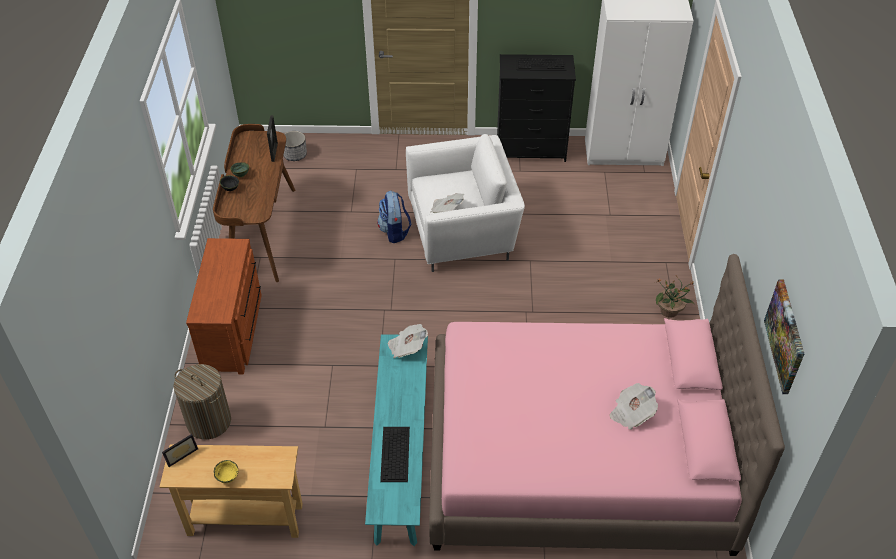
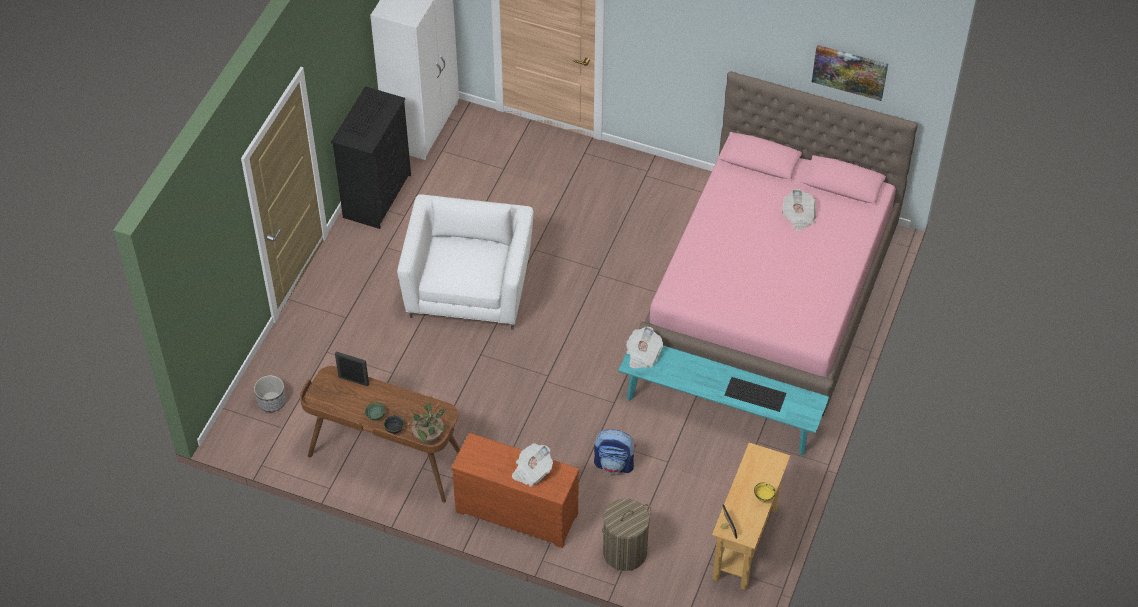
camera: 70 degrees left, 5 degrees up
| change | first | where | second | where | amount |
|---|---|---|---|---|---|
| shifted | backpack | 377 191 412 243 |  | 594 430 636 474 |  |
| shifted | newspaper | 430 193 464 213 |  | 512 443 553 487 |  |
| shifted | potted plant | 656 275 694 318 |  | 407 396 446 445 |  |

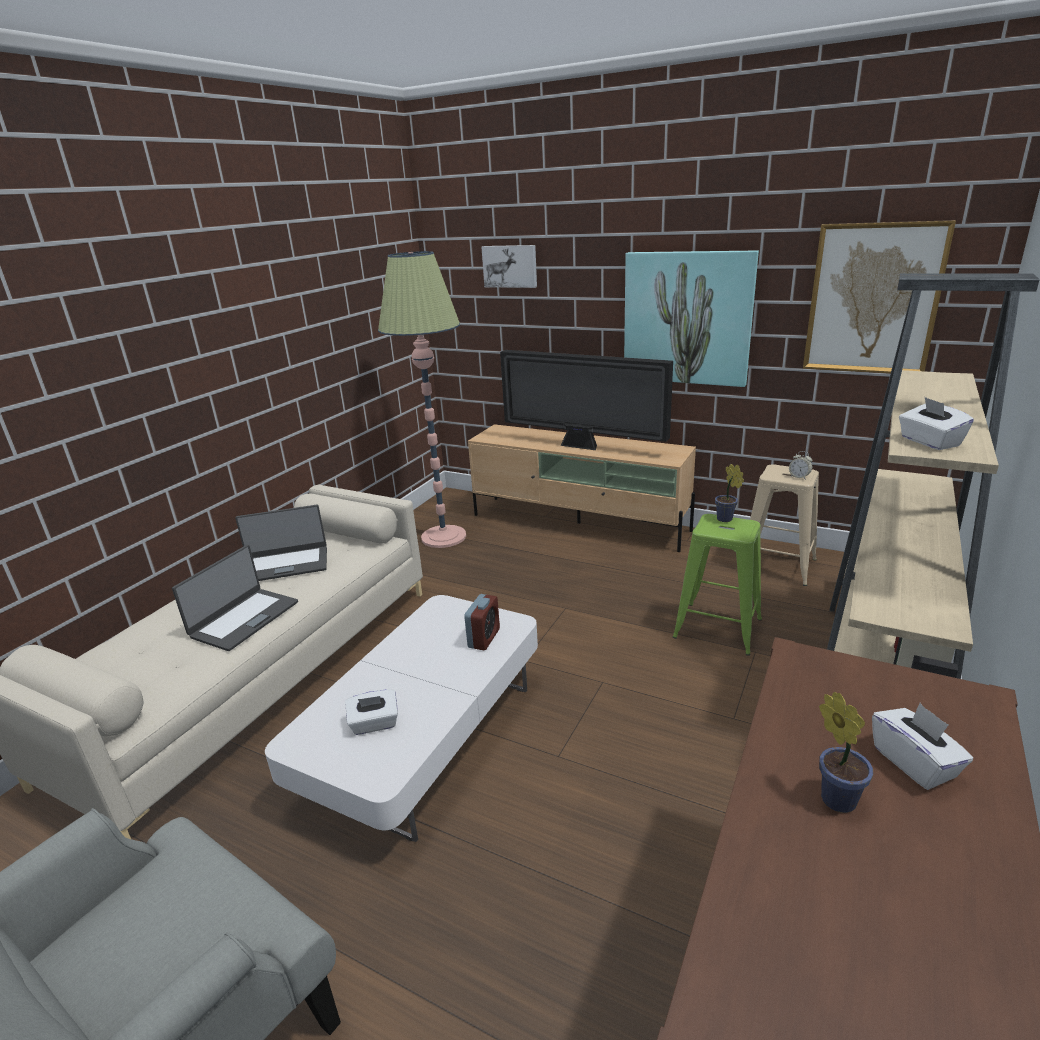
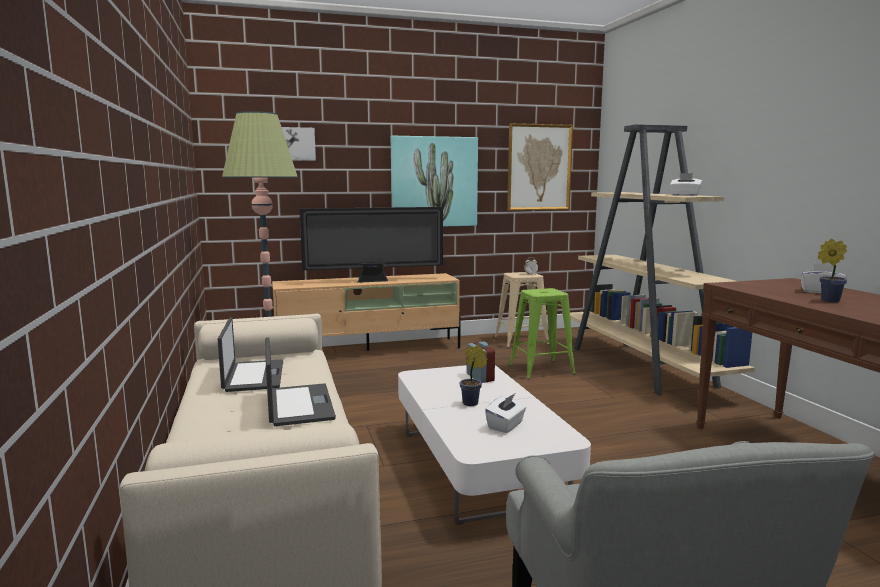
camera: 45 degrees left, 15 degrees down
| change | first | where | second | where | amount |
|---|---|---|---|---|---|
| shifted | potted plant | 715 464 744 522 |  | 460 345 488 406 |  |
| rotated | laptop | 235 505 327 581 |  | 218 317 283 392 | 45 degrees counterclockwise |

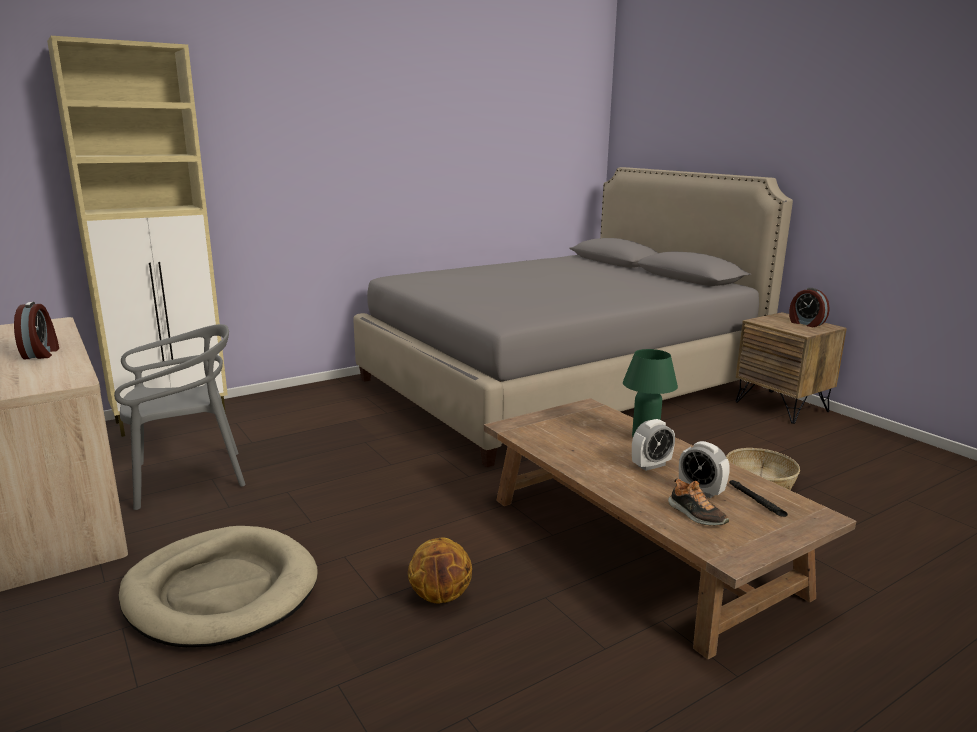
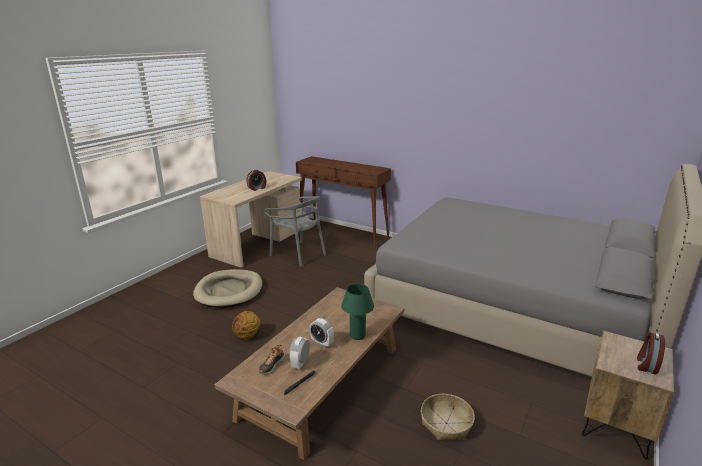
camera: 65 degrees right, 5 degrees up
| change | first | where | second | where | amount |
|---|---|---|---|---|---|
| swapped | beige cabinet | 47 36 228 437 | brown console table | 296 156 391 247 |  |

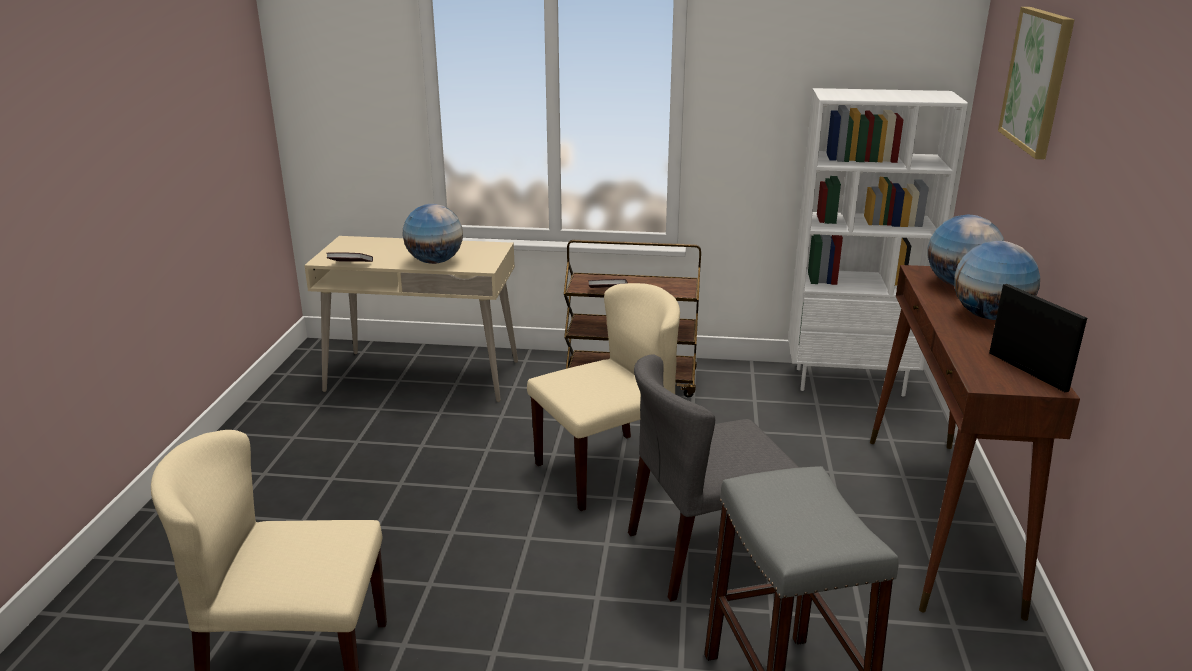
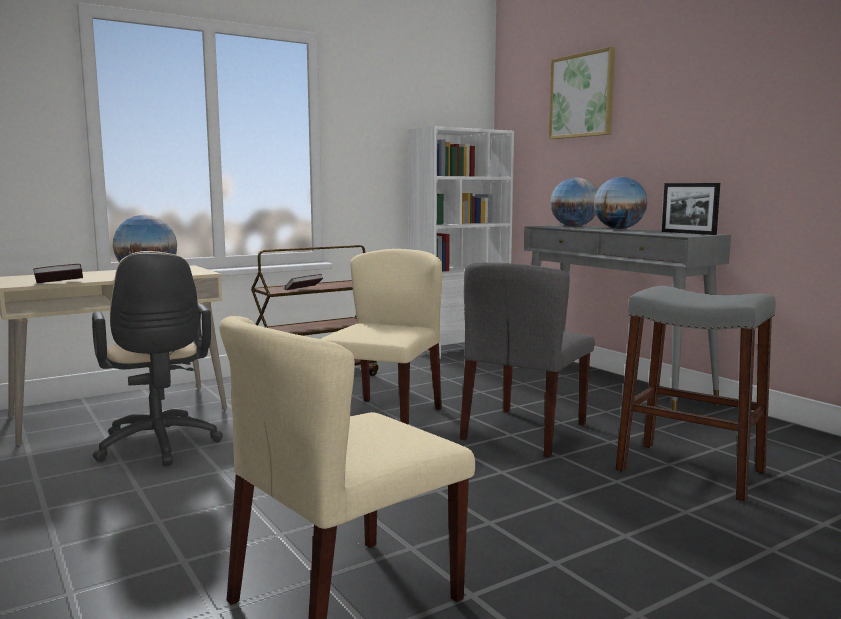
camera: 40 degrees left, 15 degrees down
| change | first | where | second | where | amount |
|---|---|---|---|---|---|
| repainted | brown console table | 870 265 1080 621 | grey console table | 519 225 731 411 |  |
| rotated | picture frame | 989 284 1087 392 |  | 662 183 720 235 | 150 degrees counterclockwise |
| new |  |  | beige office chair | 92 251 223 466 |  |

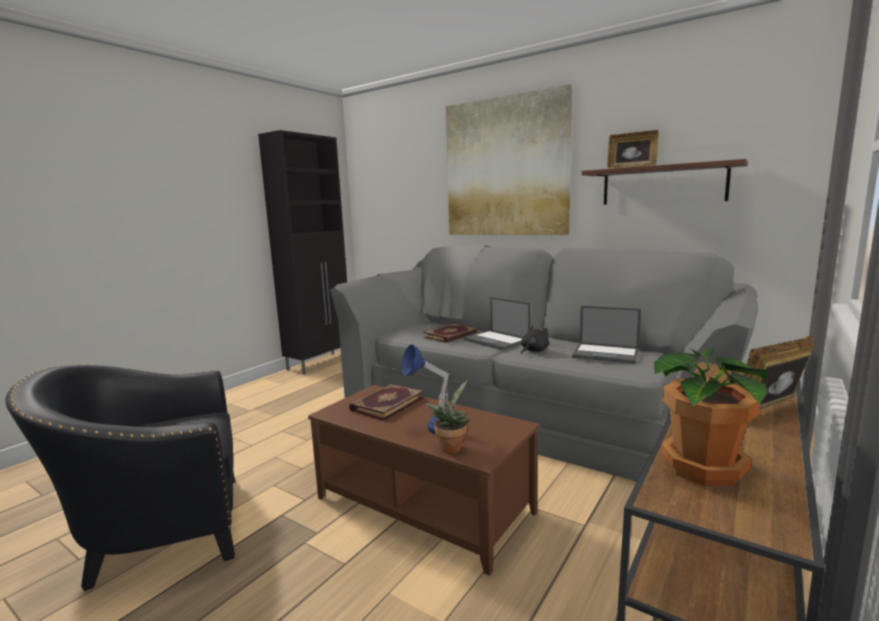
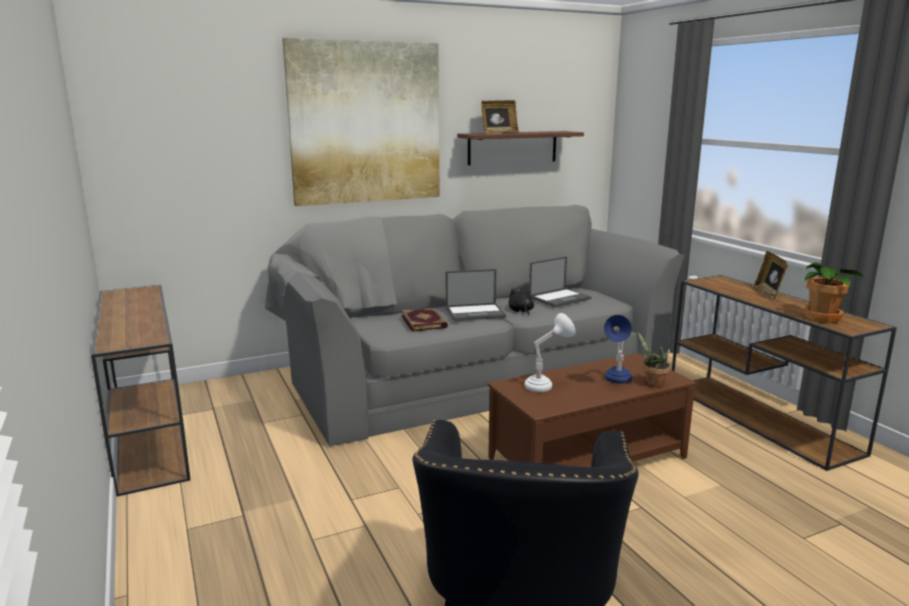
camera: 60 degrees left, 5 degrees up
| change | first | where | second | where | amount |
|---|---|---|---|---|---|
| swapped | black cabinet | 258 130 347 375 | brown console table | 91 285 191 496 |  |
| swapped | book | 349 384 424 421 | white table lamp | 525 313 576 392 |  |

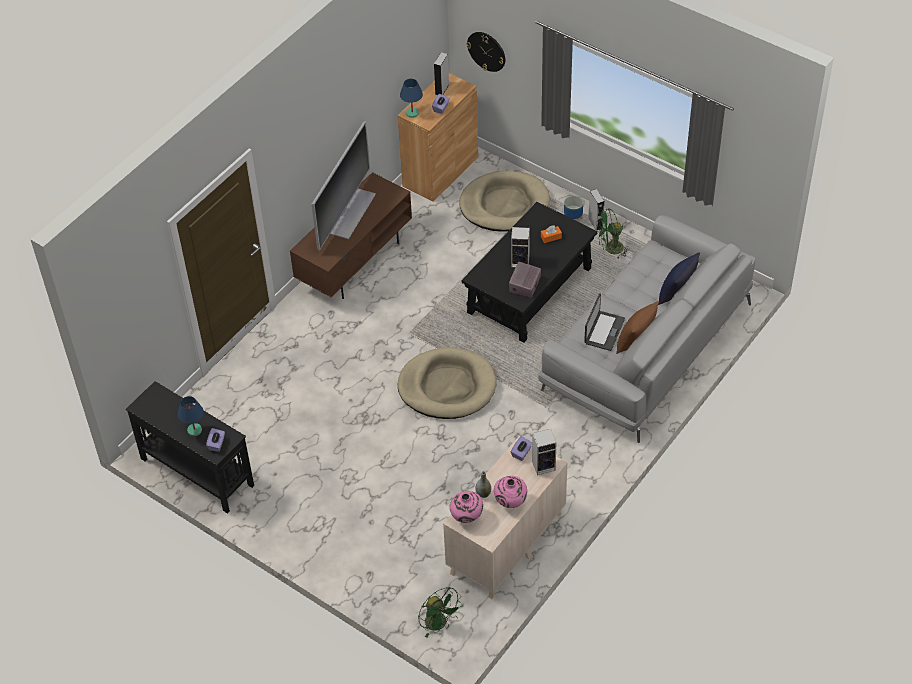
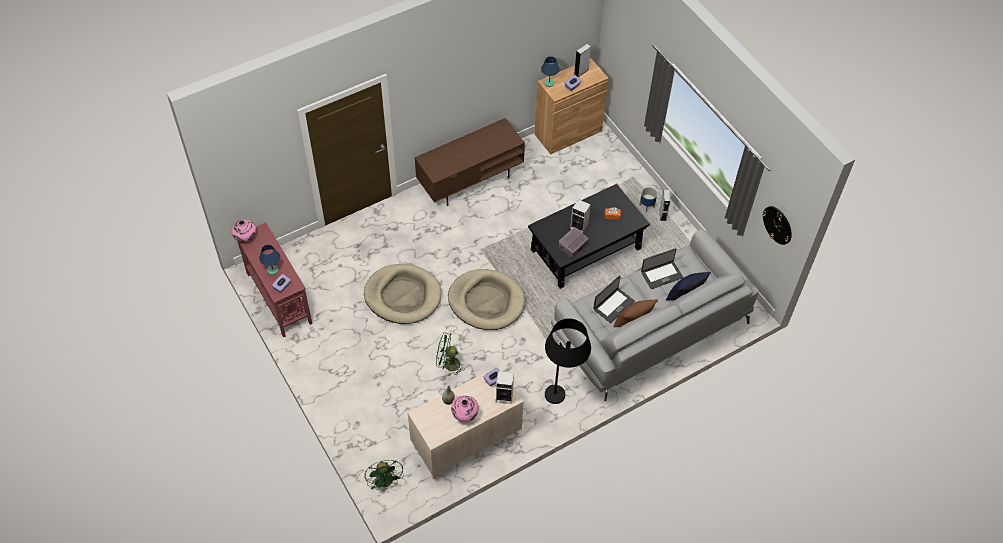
camera: 20 degrees right, 5 degrees up
| change | first | where | second | where | amount |
|---|---|---|---|---|---|
| shifted | wall clock | 466 32 505 72 |  | 762 206 792 245 |  |
| gone | television | 312 121 376 251 |  |  |  |
| shifted | beige dog bed | 459 170 550 232 |  | 364 264 441 324 |  |
| shifted | green fan | 595 209 628 258 |  | 436 332 465 376 |  |
| repainted | black console table | 126 381 254 514 | red console table | 237 222 312 337 |  |
| shifted | pink vase | 450 491 483 523 |  | 231 219 256 242 |  |
| new |  |  | laptop | 641 248 683 289 |  |
| new |  |  | black floor lamp | 545 319 591 404 |  |

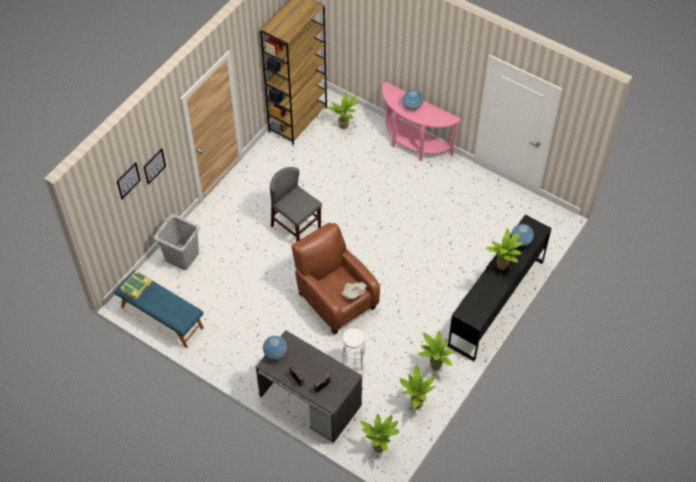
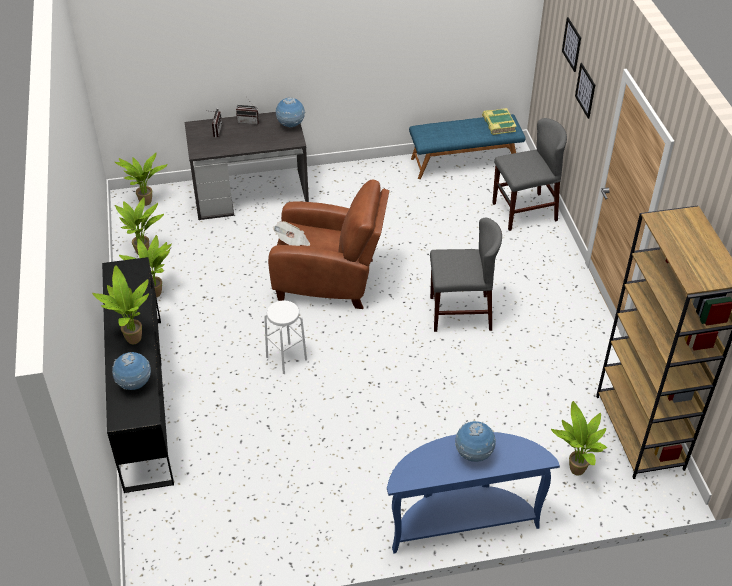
camera: 135 degrees right, 10 degrees down
| change | first | where | second | where | amount |
|---|---|---|---|---|---|
| repainted | pink console table | 382 82 461 161 | blue console table | 387 432 560 554 |  |
| swapped | grey laundry basket | 154 214 200 270 | grey chair | 492 118 567 231 |  |
| shifted | white stool | 342 328 365 371 |  | 264 301 307 374 |  |

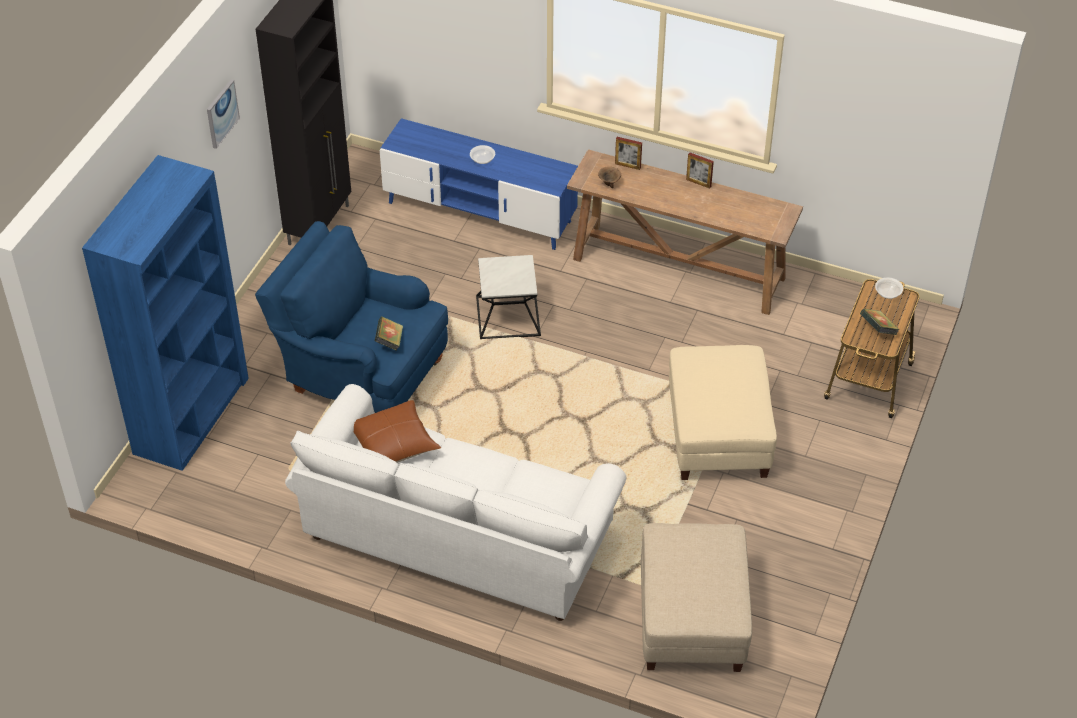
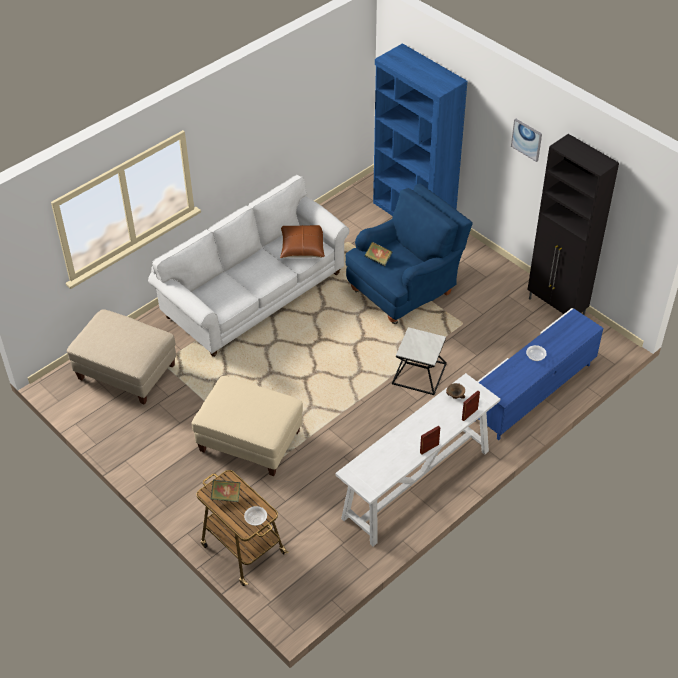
camera: 115 degrees right, 0 degrees up
| change | first | where | second | where | amount |
|---|---|---|---|---|---|
| repainted | brown console table | 567 149 803 315 | white console table | 335 373 500 546 |  |

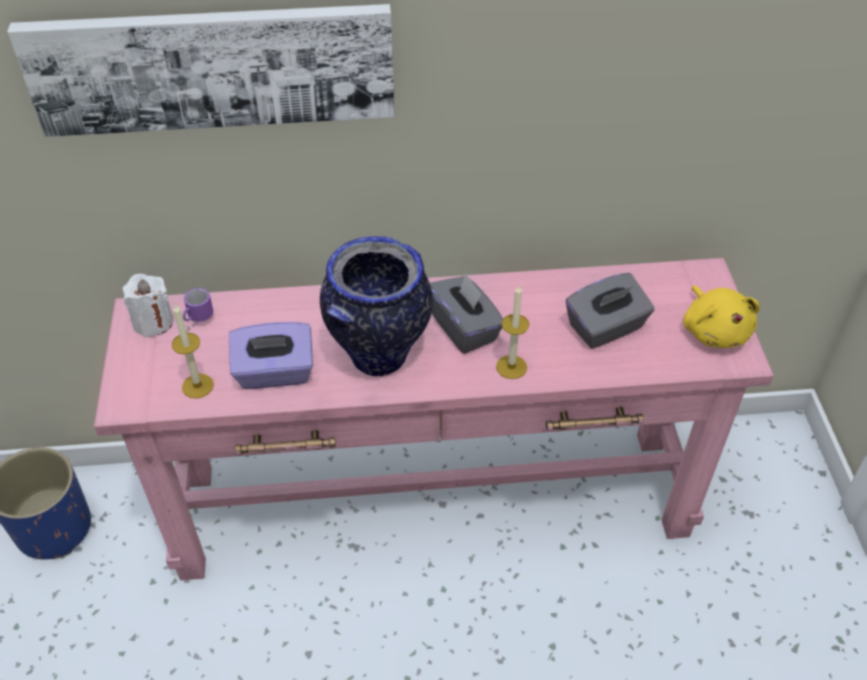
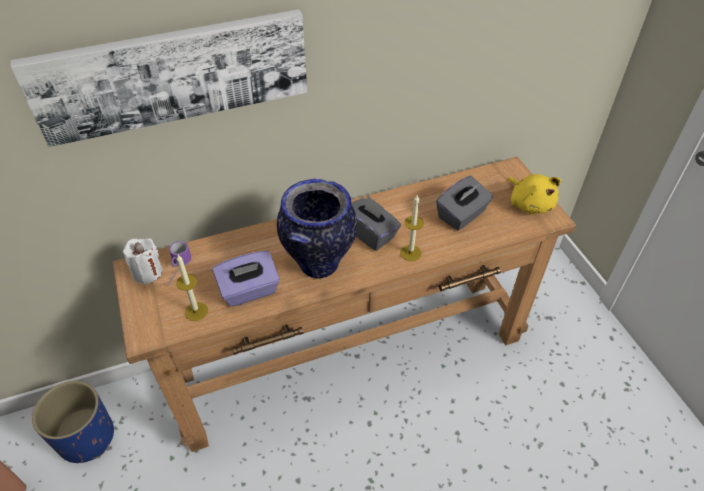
camera: 15 degrees left, 0 degrees up
| change | first | where | second | where | amount |
|---|---|---|---|---|---|
| repainted | pink console table | 94 258 774 581 | brown console table | 112 157 576 452 |  |

